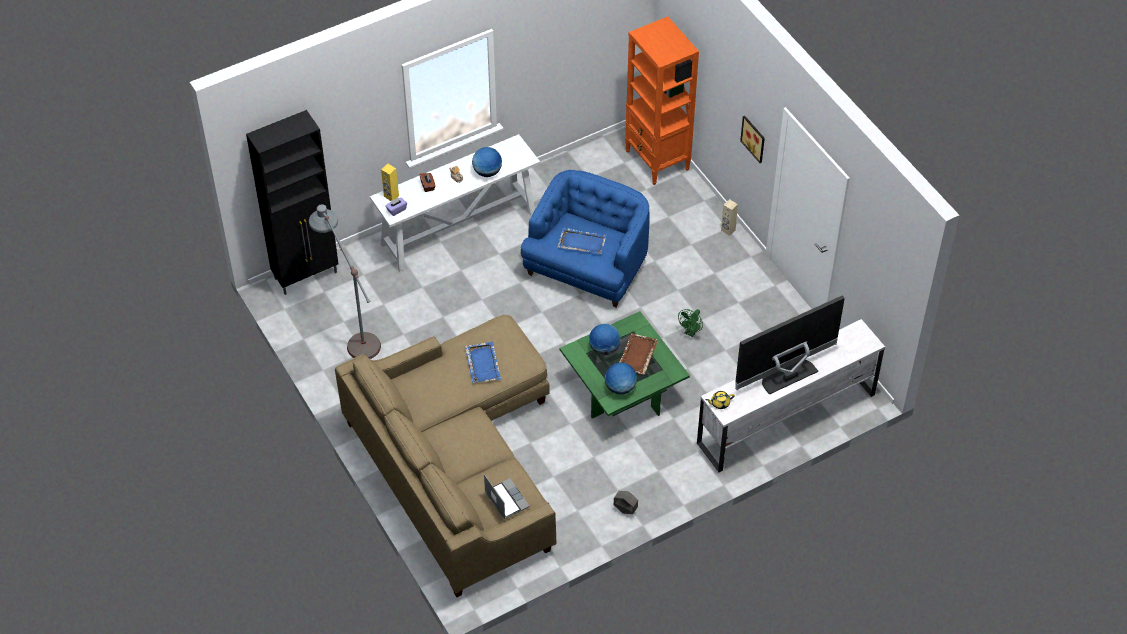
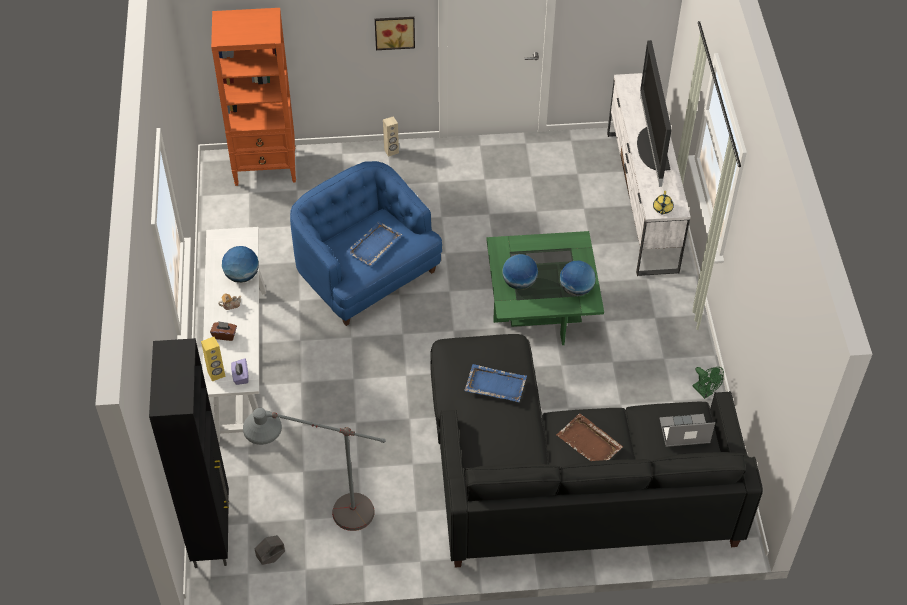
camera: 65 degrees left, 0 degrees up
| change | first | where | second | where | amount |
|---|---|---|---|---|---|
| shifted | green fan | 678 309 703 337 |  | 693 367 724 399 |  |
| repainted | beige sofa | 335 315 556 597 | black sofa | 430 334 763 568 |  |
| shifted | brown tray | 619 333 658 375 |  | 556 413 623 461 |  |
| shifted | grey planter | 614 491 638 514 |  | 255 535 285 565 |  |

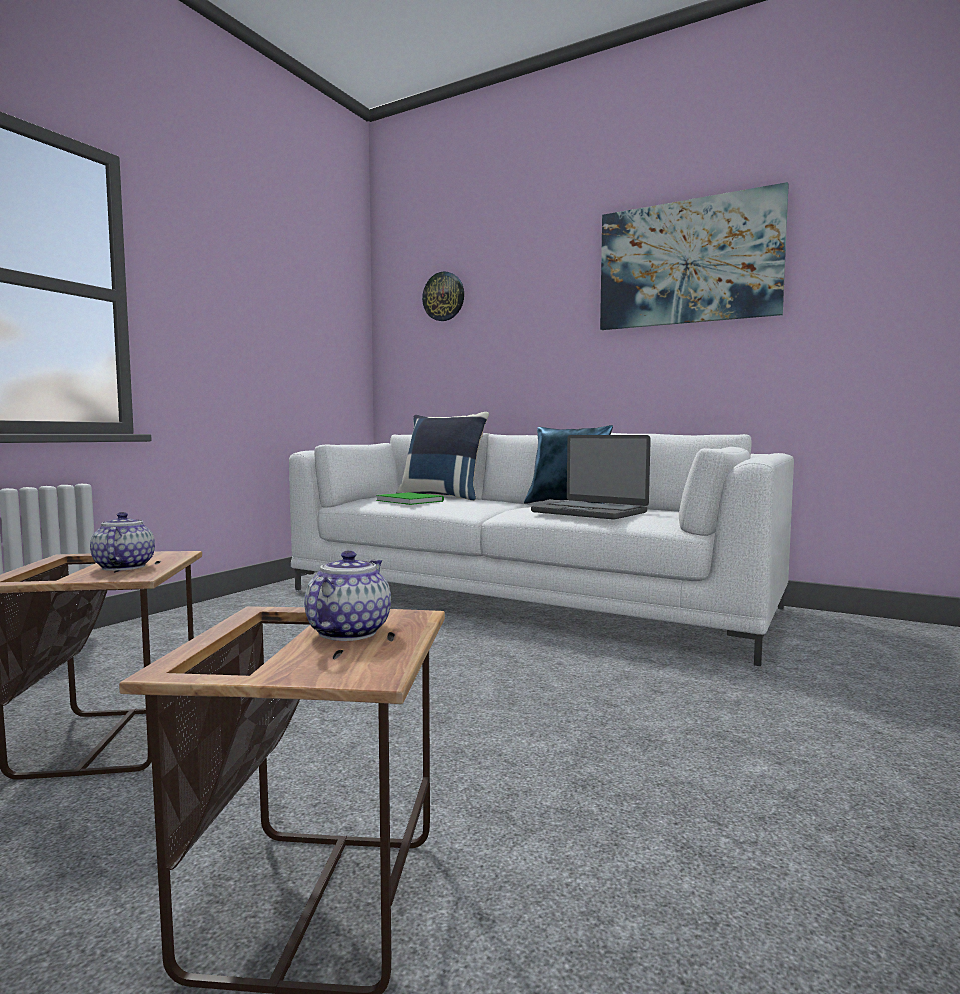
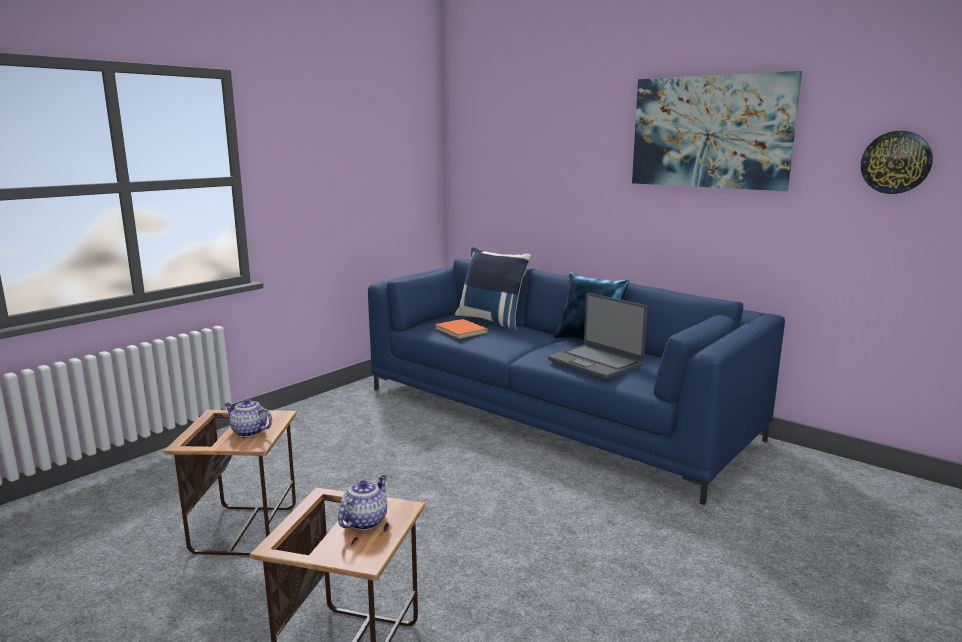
camera: 10 degrees right, 10 degrees up
| change | first | where | second | where | amount |
|---|---|---|---|---|---|
| shifted | wall clock | 422 271 464 321 |  | 861 131 933 194 |  |
| repainted | white sofa | 289 433 794 666 | blue sofa | 368 258 785 505 |  |
| repainted | green book | 376 492 444 505 | orange book | 435 319 488 339 |  |
| rotated | teapot | 90 512 155 571 |  | 224 399 272 437 | 60 degrees counterclockwise |

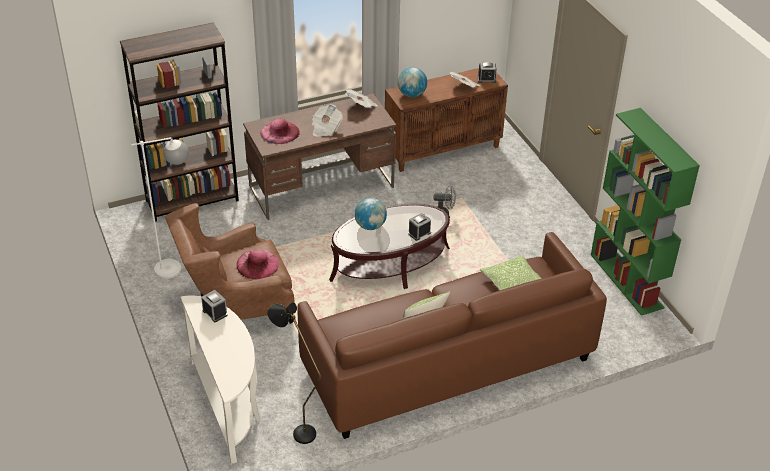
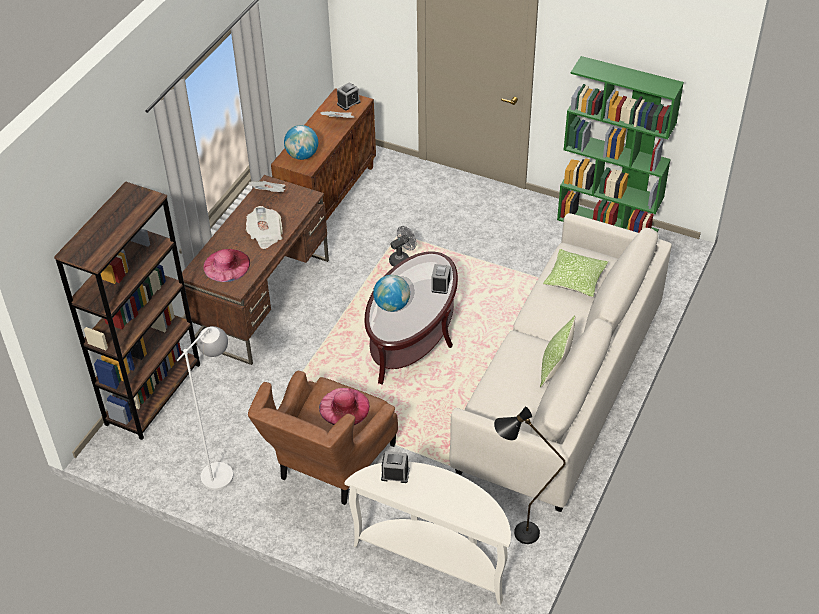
camera: 40 degrees left, 5 degrees up
| change | first | where | second | where | amount |
|---|---|---|---|---|---|
| repainted | brown sofa | 297 232 607 439 | white sofa | 449 213 672 512 |  |

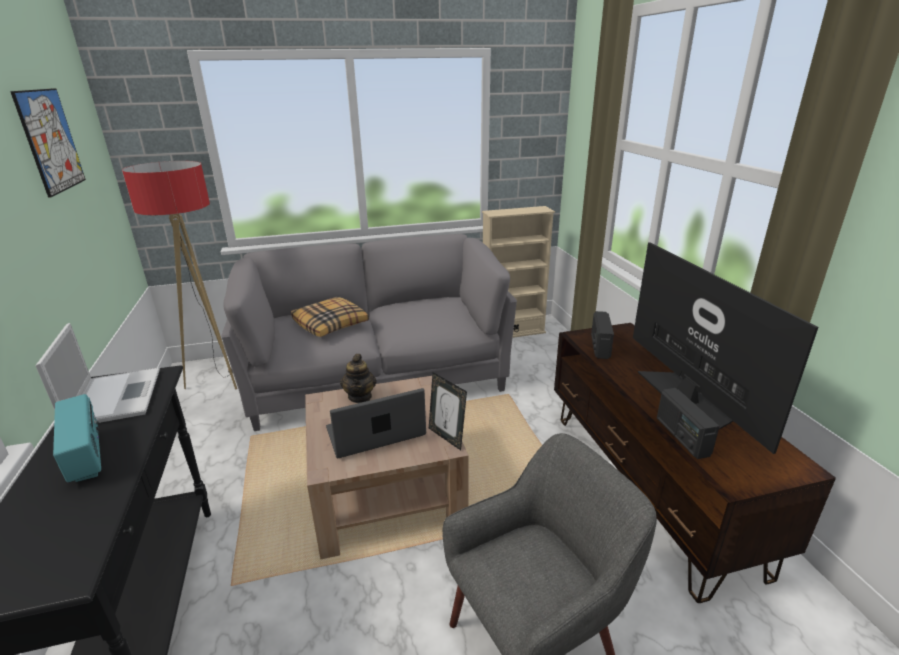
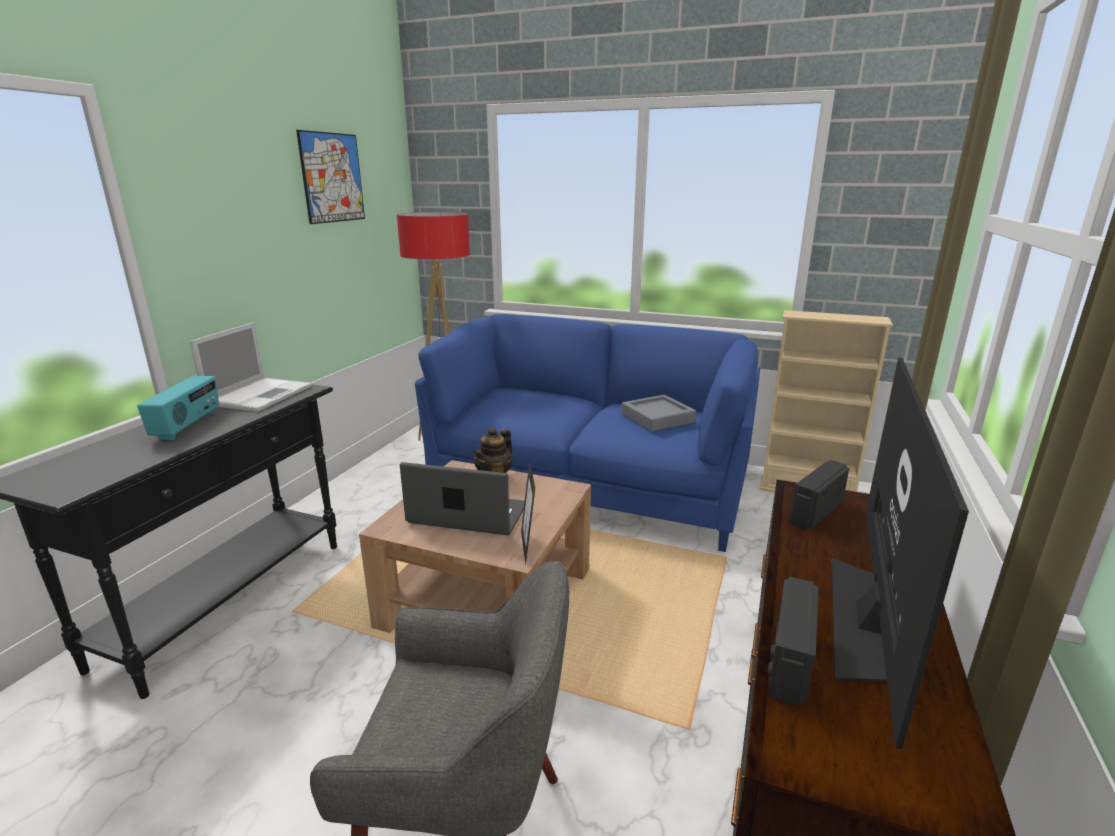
camera: 35 degrees right, 5 degrees down
| change | first | where | second | where | amount |
|---|---|---|---|---|---|
| repainted | grey sofa | 221 234 517 431 | blue sofa | 415 314 760 552 |  |
| gone | pillow | 291 297 369 337 |  |  |  |
| new |  |  | grey tray | 622 395 696 432 |  |

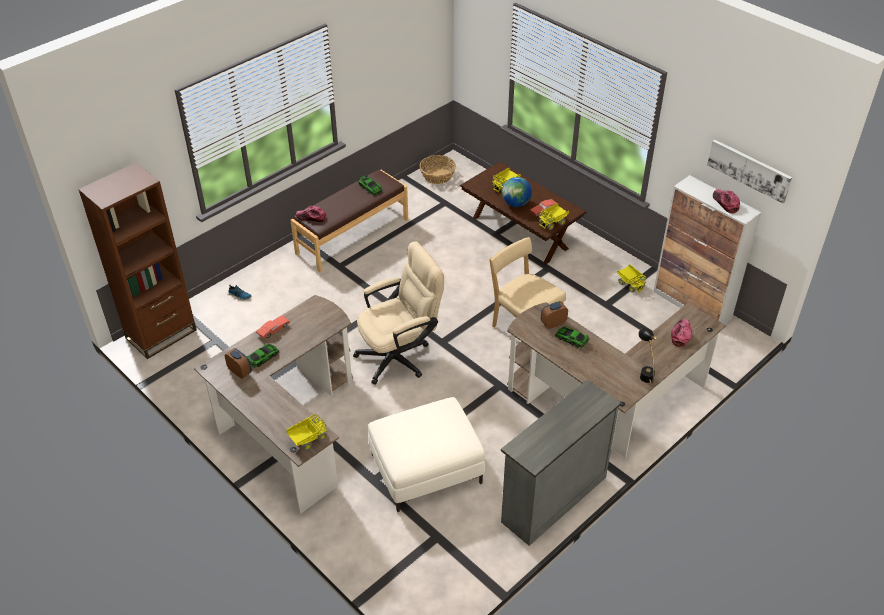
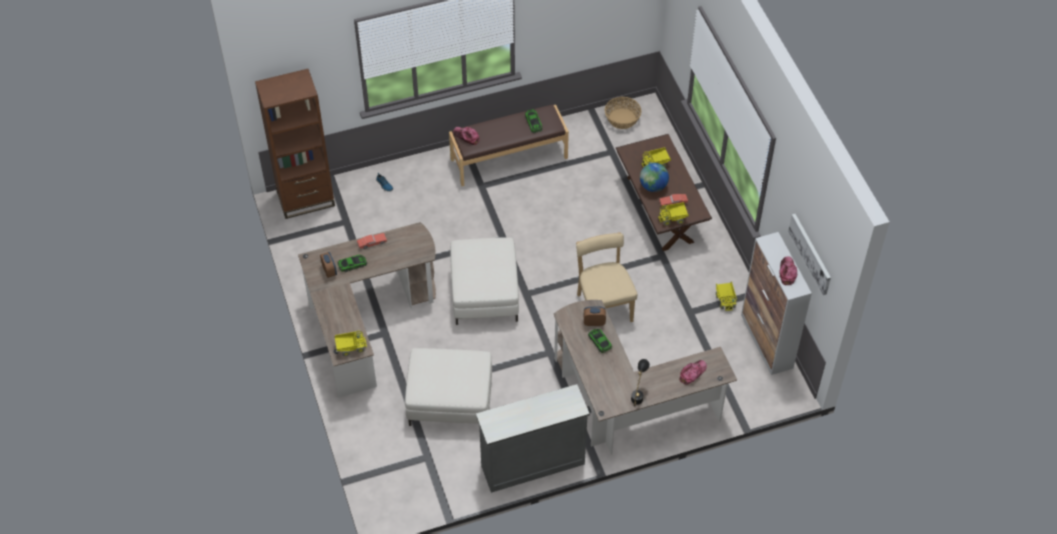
camera: 25 degrees right, 10 degrees up
| change | first | where | second | where | amount |
|---|---|---|---|---|---|
| swapped | beige office chair | 353 241 444 384 | white ottoman | 450 237 519 325 |  |

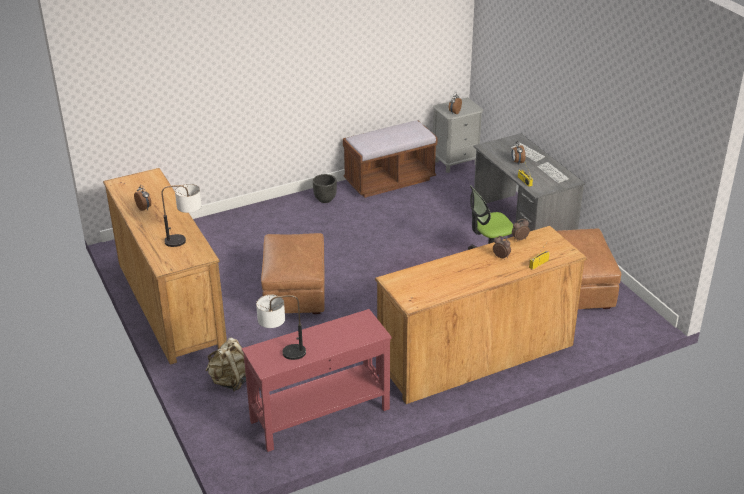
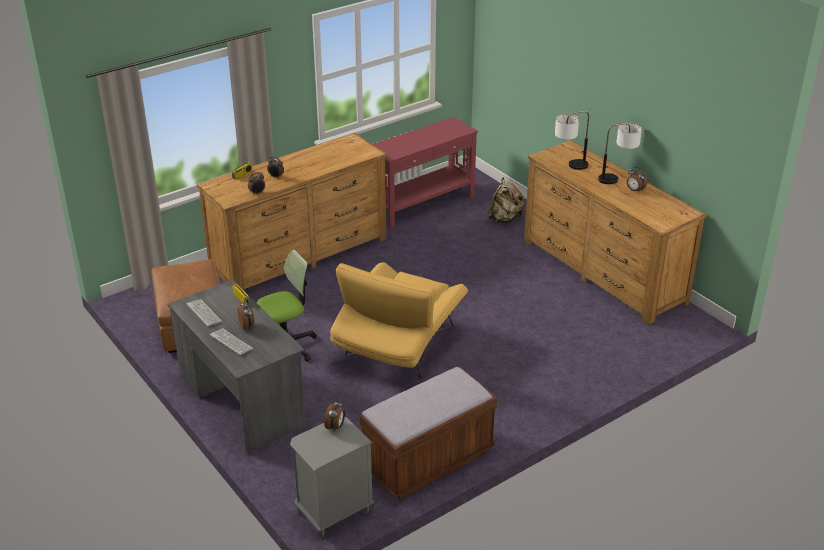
camera: 170 degrees right, 0 degrees up
| change | first | where | second | where | amount |
|---|---|---|---|---|---|
| gone | black planter | 313 174 337 203 |  |  |  |
| gone | brown ottoman | 261 233 325 314 |  |  |  |
| shifted | table lamp | 256 295 306 360 |  | 598 122 642 184 |  |
| new |  |  | yellow armchair | 330 262 468 379 |  |

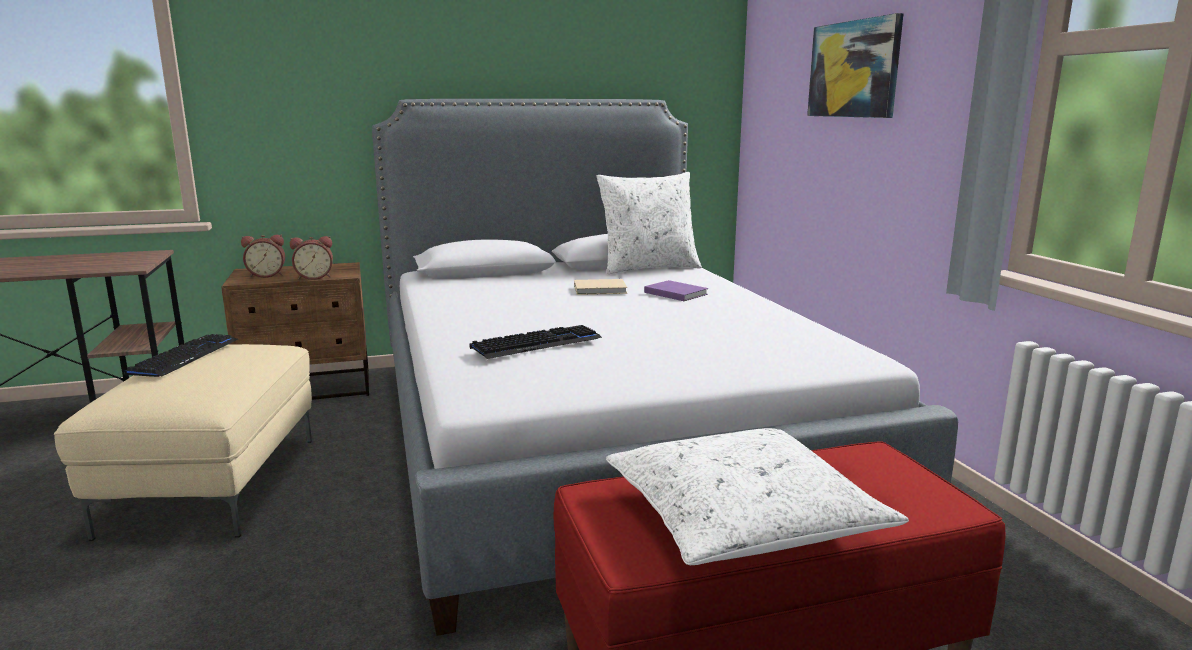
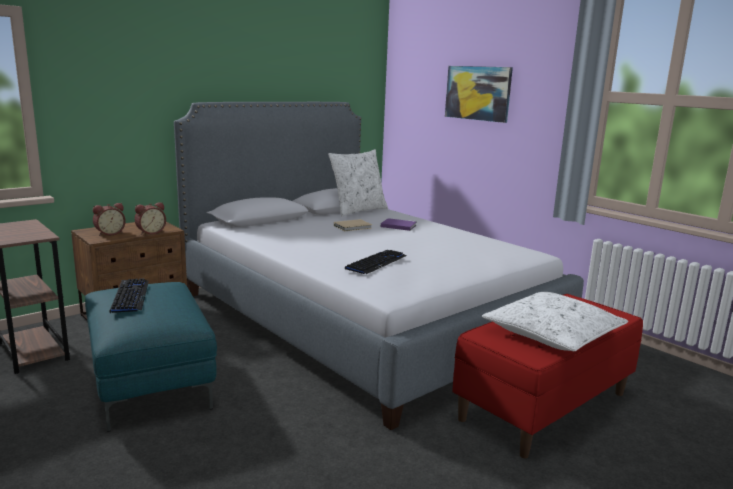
camera: 25 degrees left, 0 degrees up
| change | first | where | second | where | amount |
|---|---|---|---|---|---|
| repainted | beige ottoman | 54 344 312 541 | turquoise ottoman | 85 282 217 432 |  |

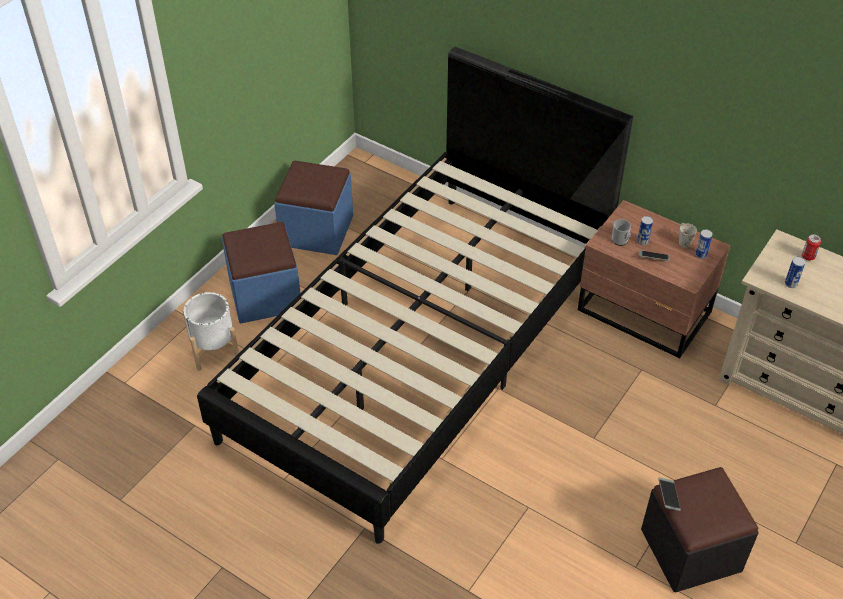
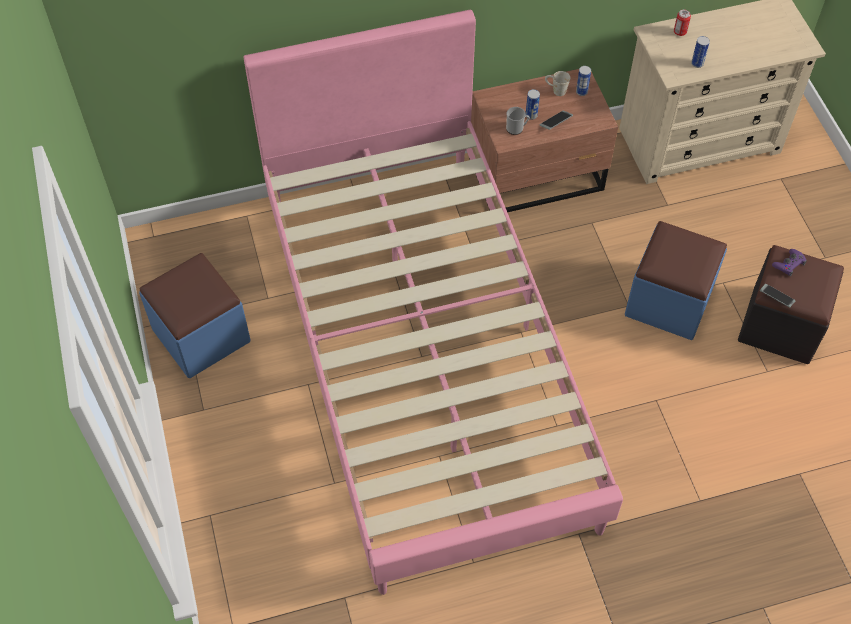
camera: 50 degrees left, 10 degrees up
| change | first | where | second | where | amount |
|---|---|---|---|---|---|
| repainted | black bed | 197 47 633 544 | pink bed | 243 9 623 595 |  |
| shifted | blue ottoman | 222 222 300 323 |  | 624 221 727 340 |  |
| gone | white planter | 183 292 239 371 |  |  |  |
| new |  |  | purple game controller | 772 249 807 276 |  |

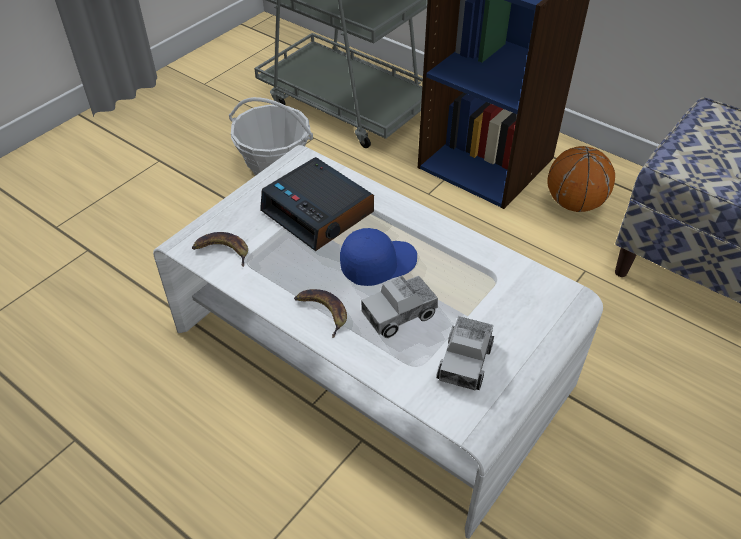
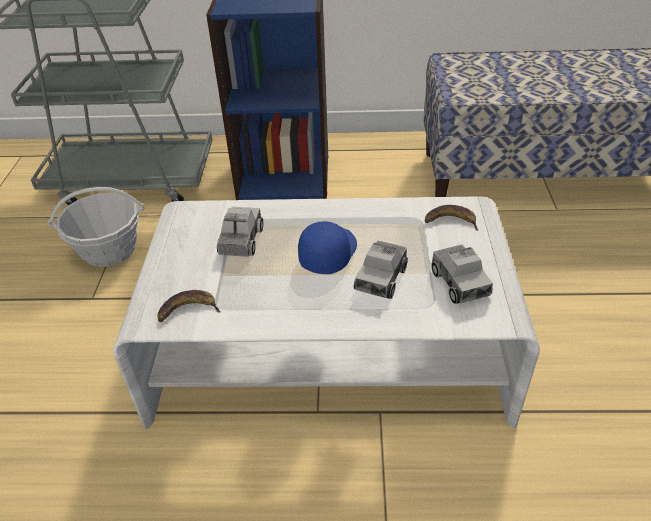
camera: 35 degrees left, 5 degrees down
| change | first | where | second | where | amount |
|---|---|---|---|---|---|
| gone | basketball | 547 146 615 212 |  |  |  |
| swapped | alarm clock | 260 157 374 251 | toy truck | 217 207 263 257 |  |
| shifted | banana | 294 289 347 338 |  | 425 205 479 231 |  |

